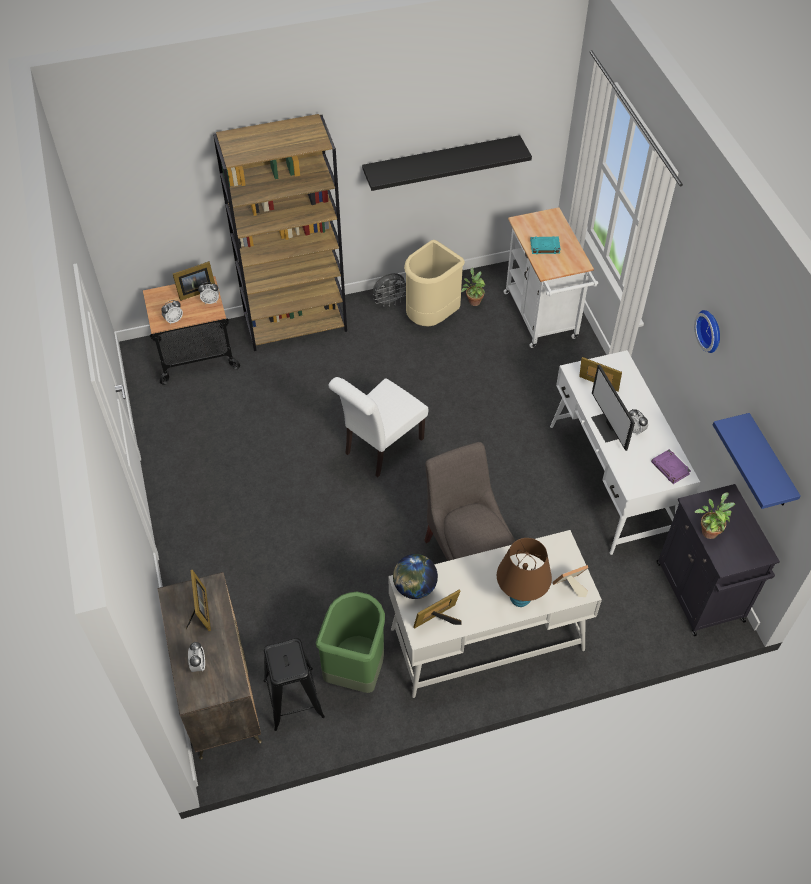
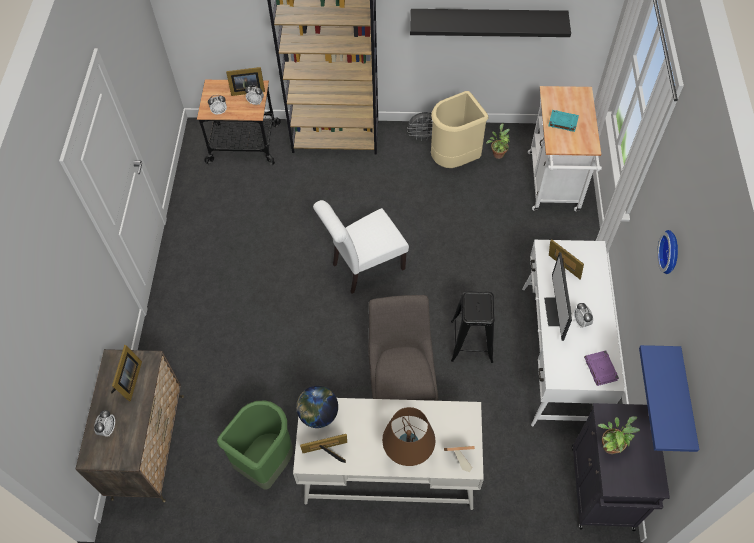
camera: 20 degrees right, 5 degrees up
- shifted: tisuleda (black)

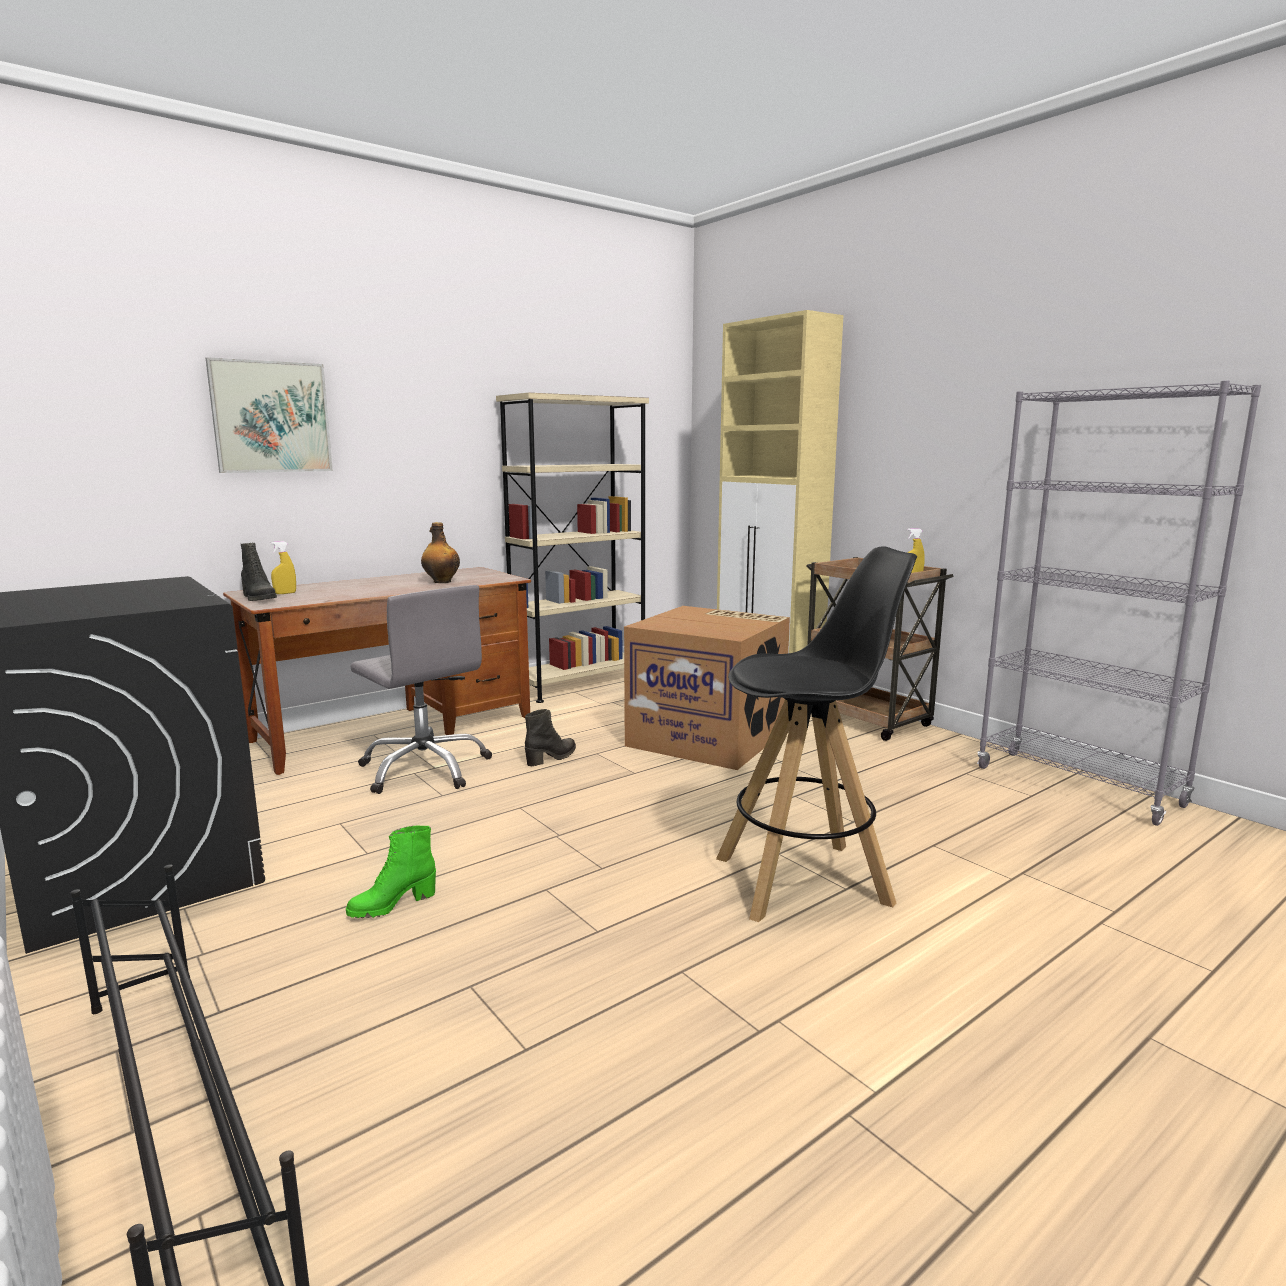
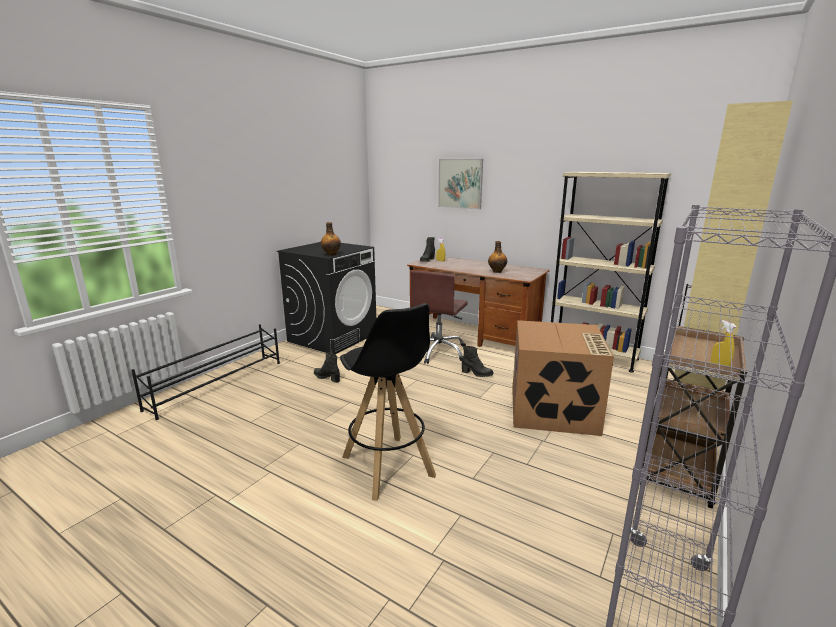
camera: 70 degrees right, 5 degrees up
- repainted: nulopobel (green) to nulopobel (black) (no. 1 from left)
- new: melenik (no. 1 from left)
- repainted: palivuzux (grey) to palivuzux (brown)

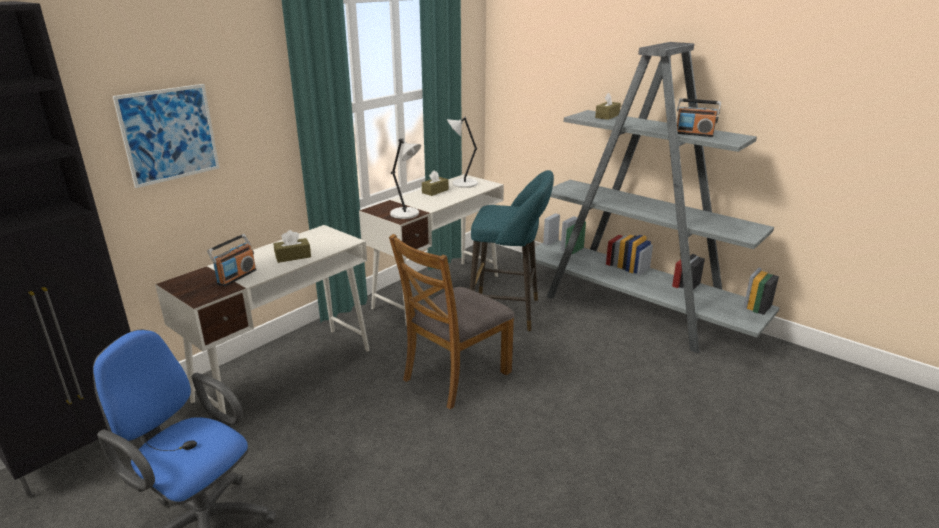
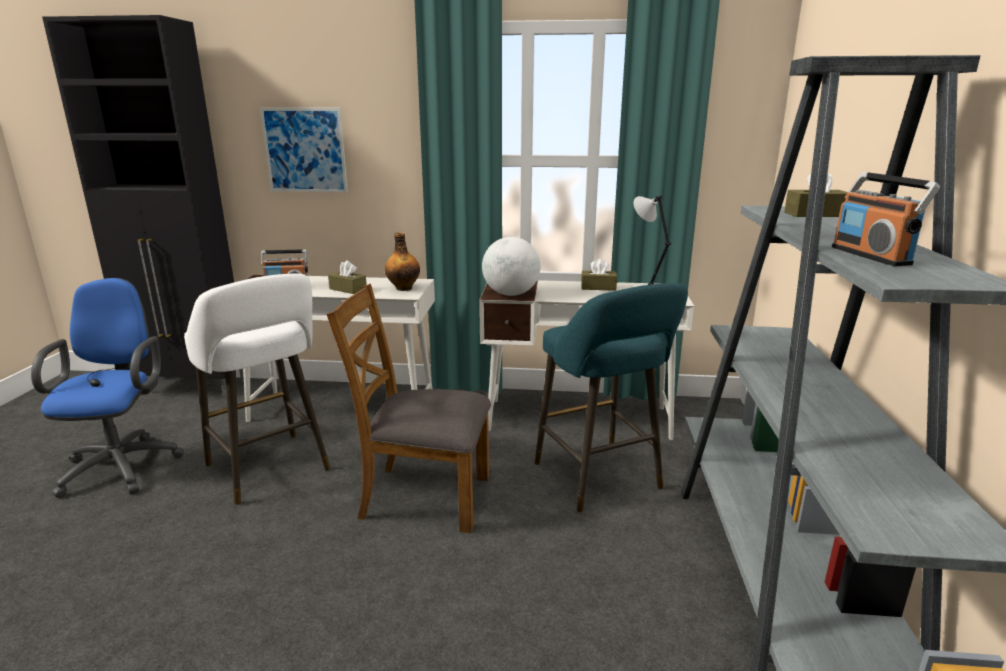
camera: 55 degrees right, 5 degrees down
- new: tisuleda (white)
- new: melenik
- swapped: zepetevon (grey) (no. 1 from left) to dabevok

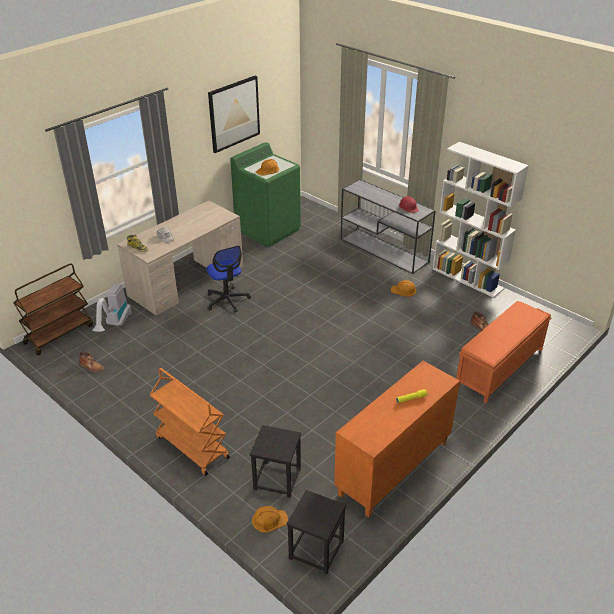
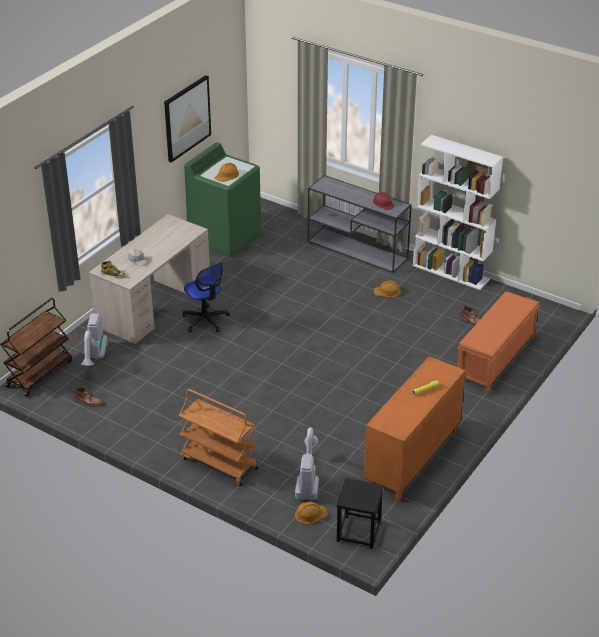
camera: 10 degrees left, 0 degrees up
- swapped: tisuleda (black) (no. 1 from left) to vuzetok (no. 2 from left)

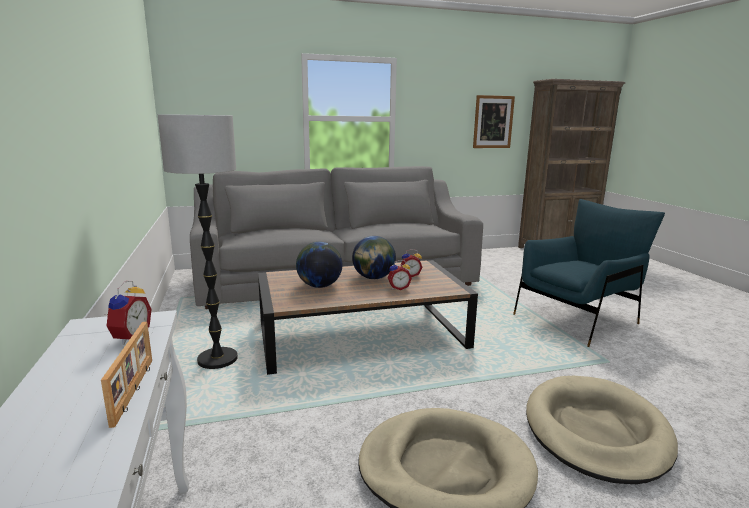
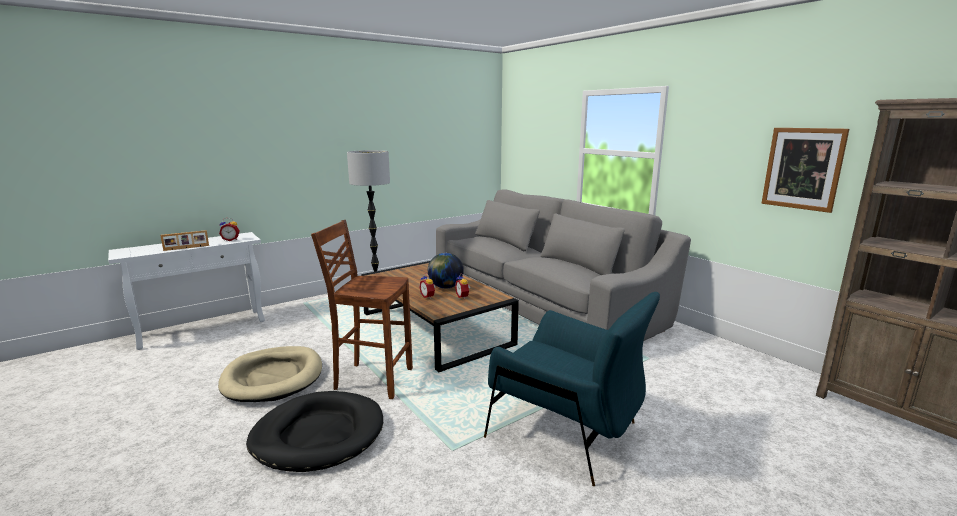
camera: 70 degrees right, 0 degrees up
- repainted: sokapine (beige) (no. 2 from left) to sokapine (black)
- new: tisuleda (brown)
- gone: dabevok (no. 1 from left)

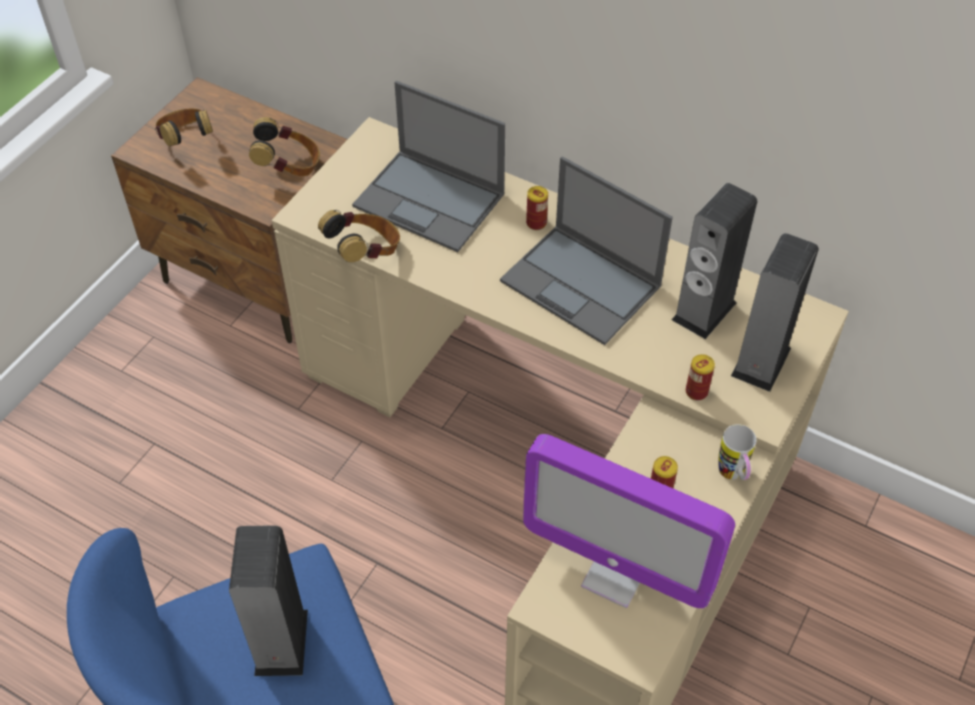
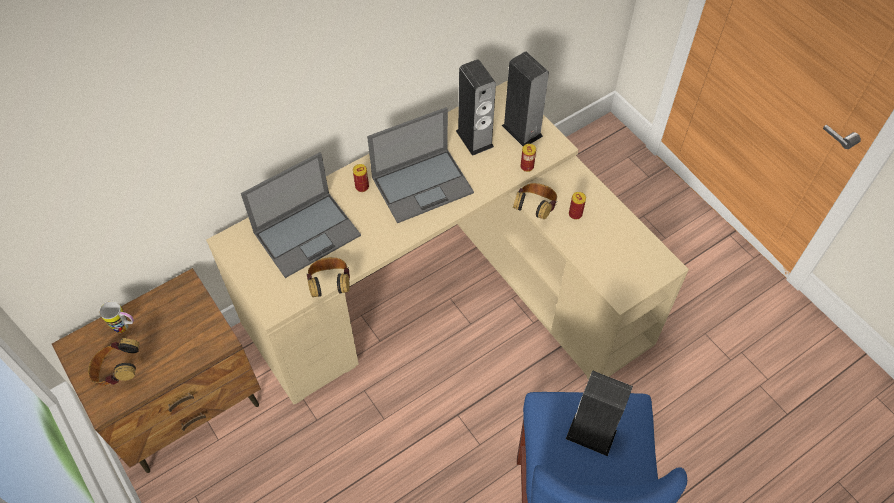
camera: 65 degrees left, 5 degrees up
- shifted: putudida
- shifted: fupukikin (no. 2 from left in the first image) to fupukikin (no. 3 from left)
- gone: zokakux

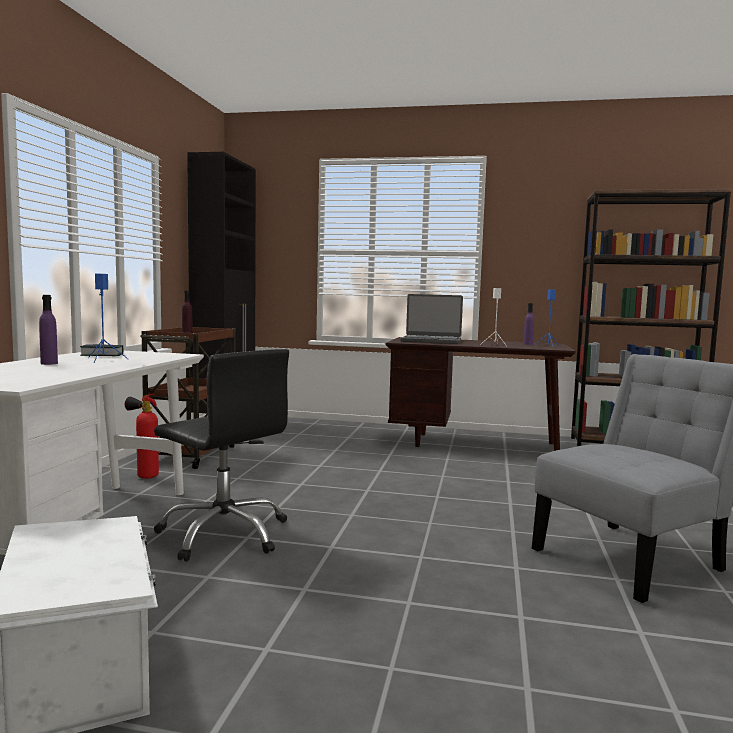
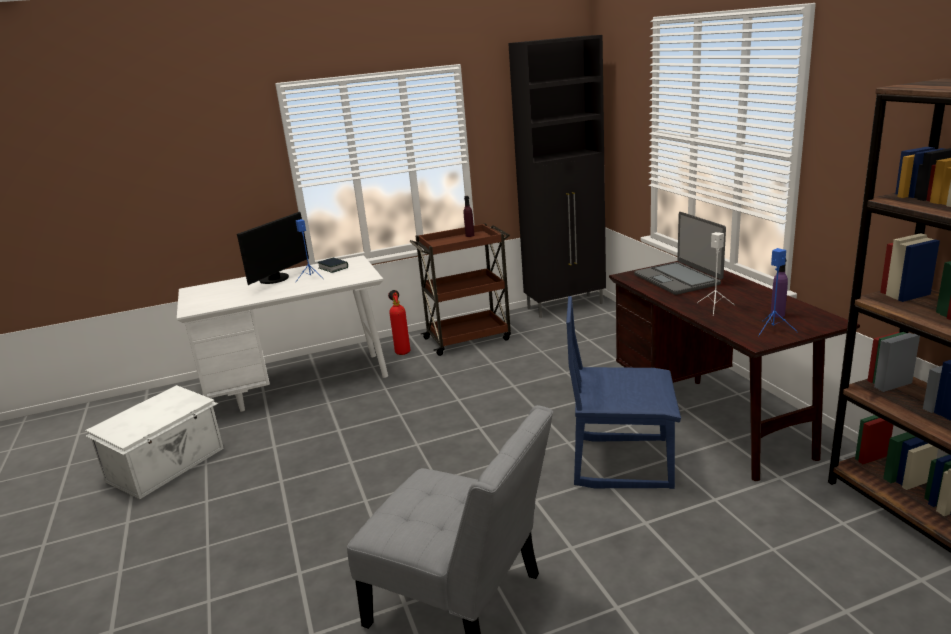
camera: 60 degrees right, 15 degrees up
- swapped: melenik (purple) (no. 1 from left) to zokakux
- new: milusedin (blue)
- gone: palivuzux (black)

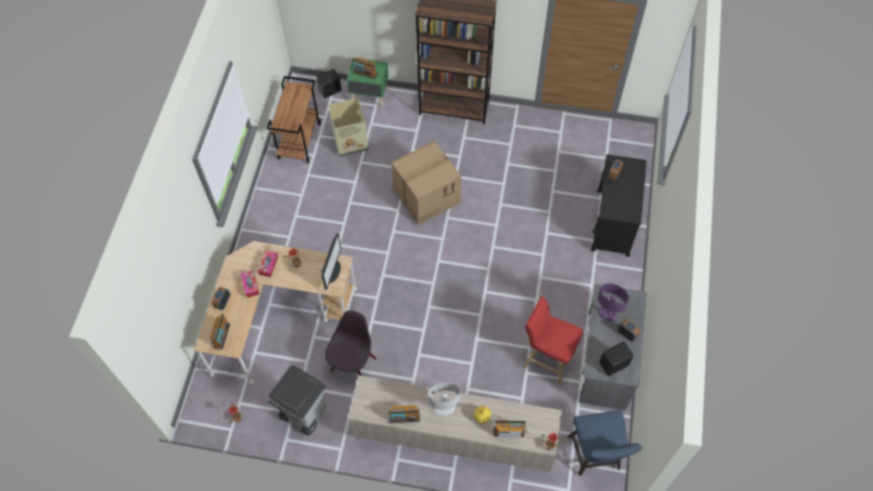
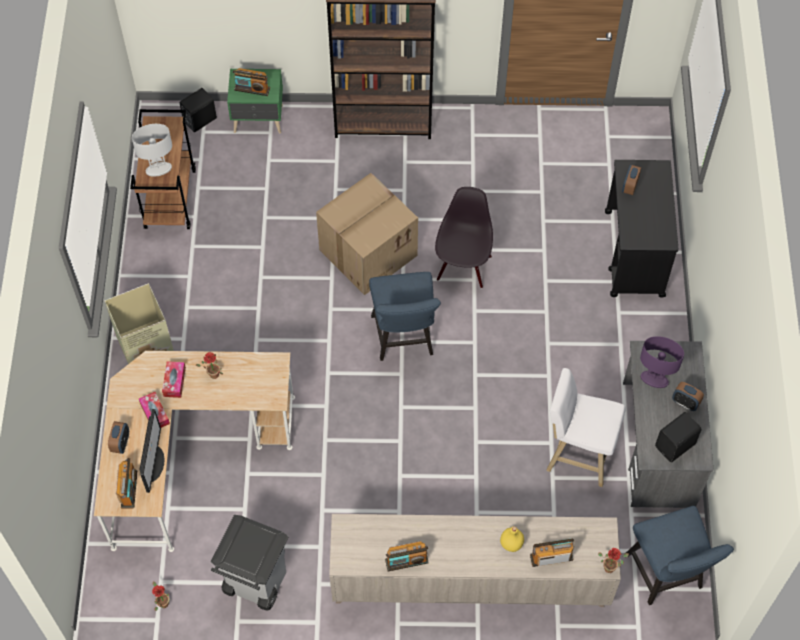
camera: 10 degrees left, 0 degrees up
- shifted: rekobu (no. 1 from left)
- shifted: zepetevon (white)
- shifted: zokakux
- new: milusedin (blue) (no. 1 from left)
- shifted: milusedin (black)
- repainted: tisuleda (red) to tisuleda (white)

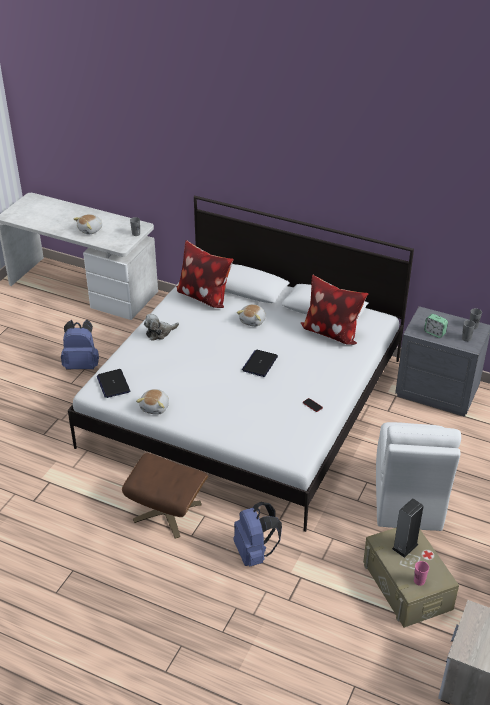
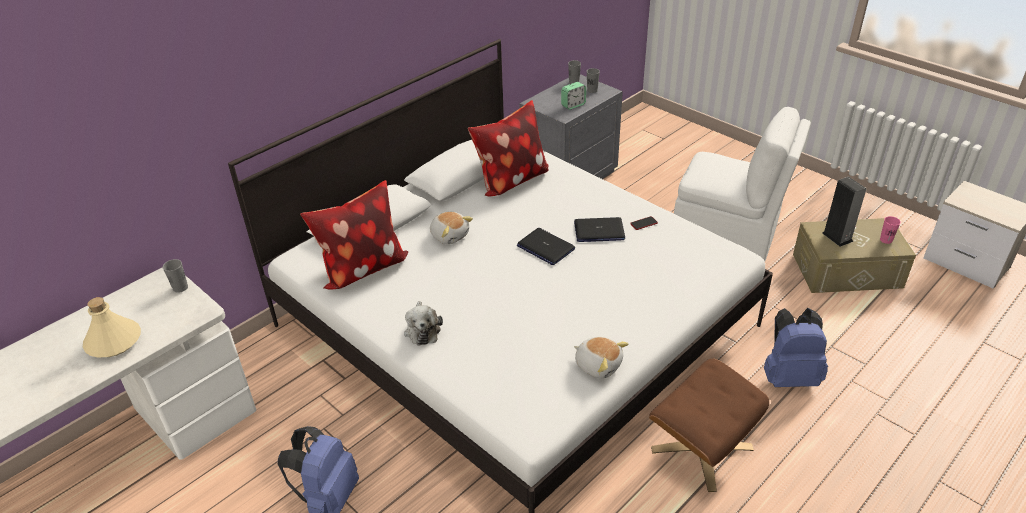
camera: 70 degrees left, 0 degrees up
- swapped: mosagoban (no. 1 from left) to melenik (beige)
- shifted: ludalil (no. 1 from left in the first image) to ludalil (no. 2 from left)

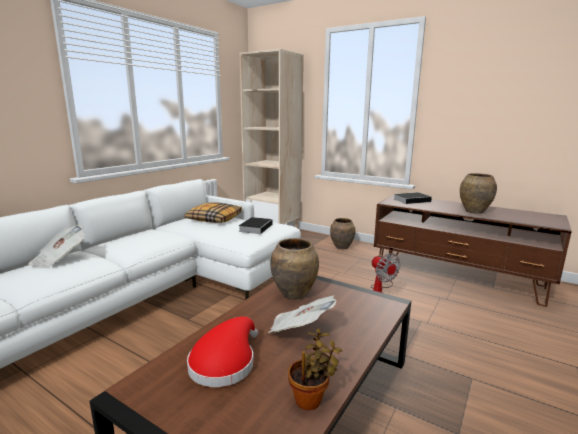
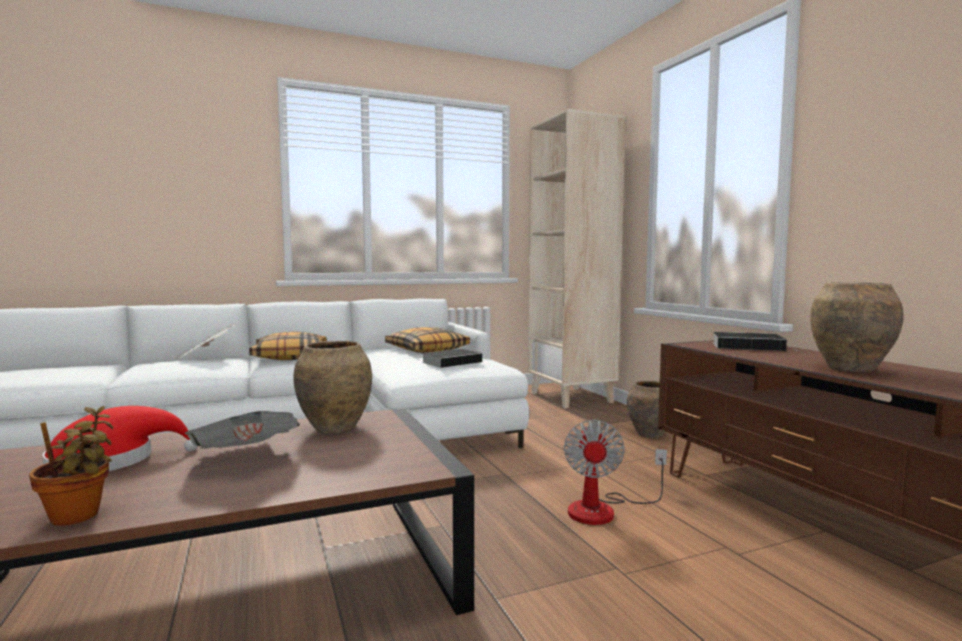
camera: 35 degrees right, 10 degrees down
- new: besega (no. 1 from left)

